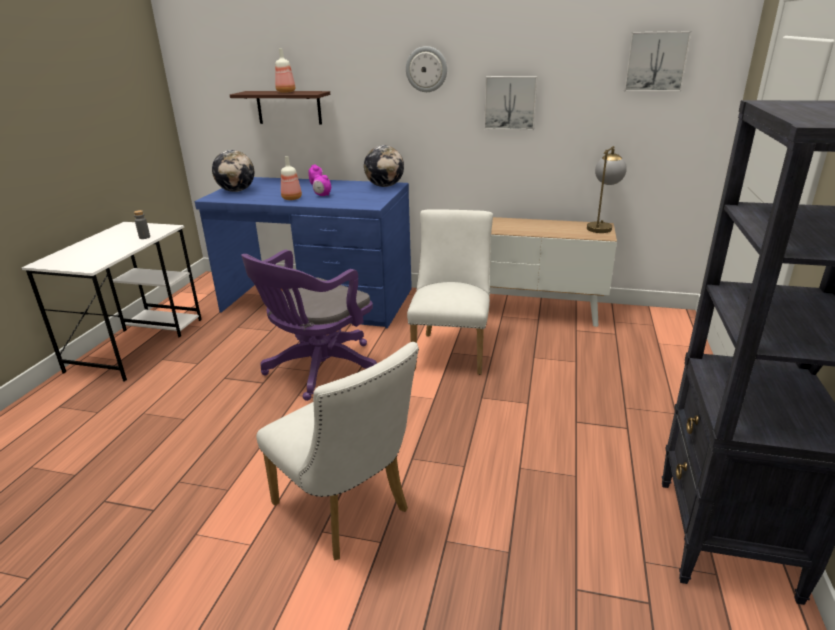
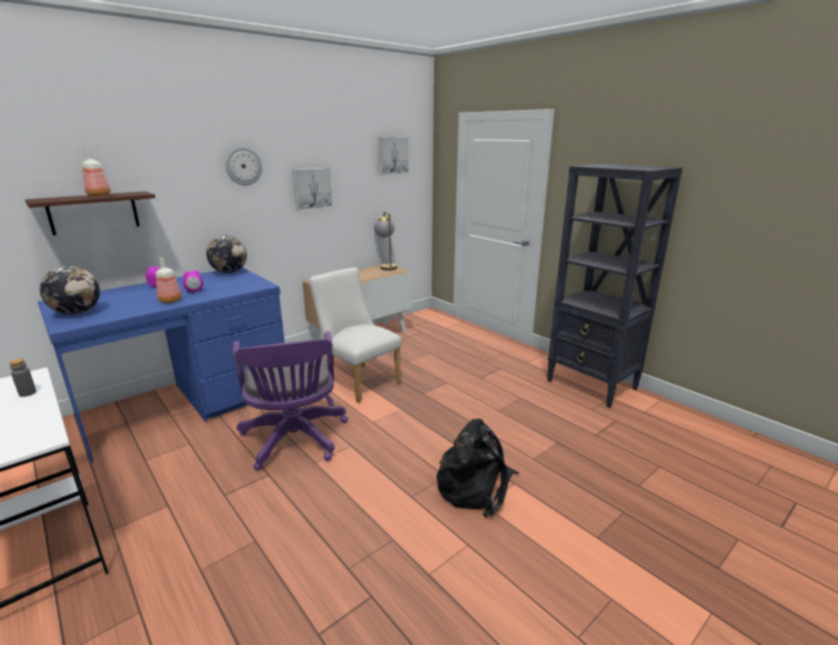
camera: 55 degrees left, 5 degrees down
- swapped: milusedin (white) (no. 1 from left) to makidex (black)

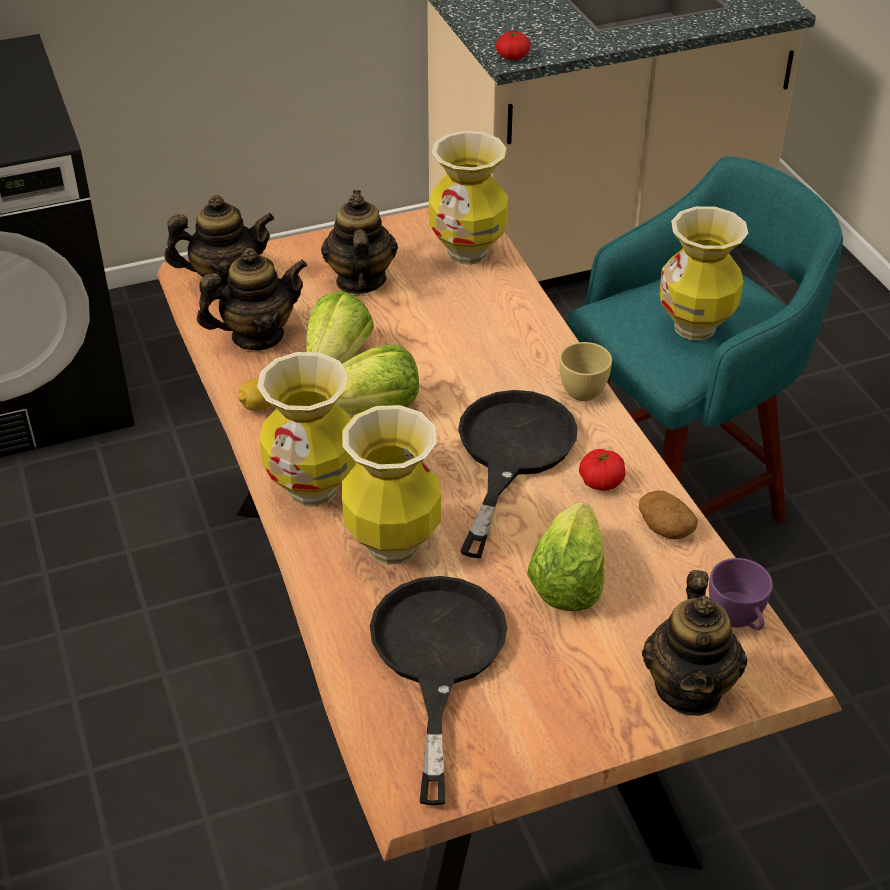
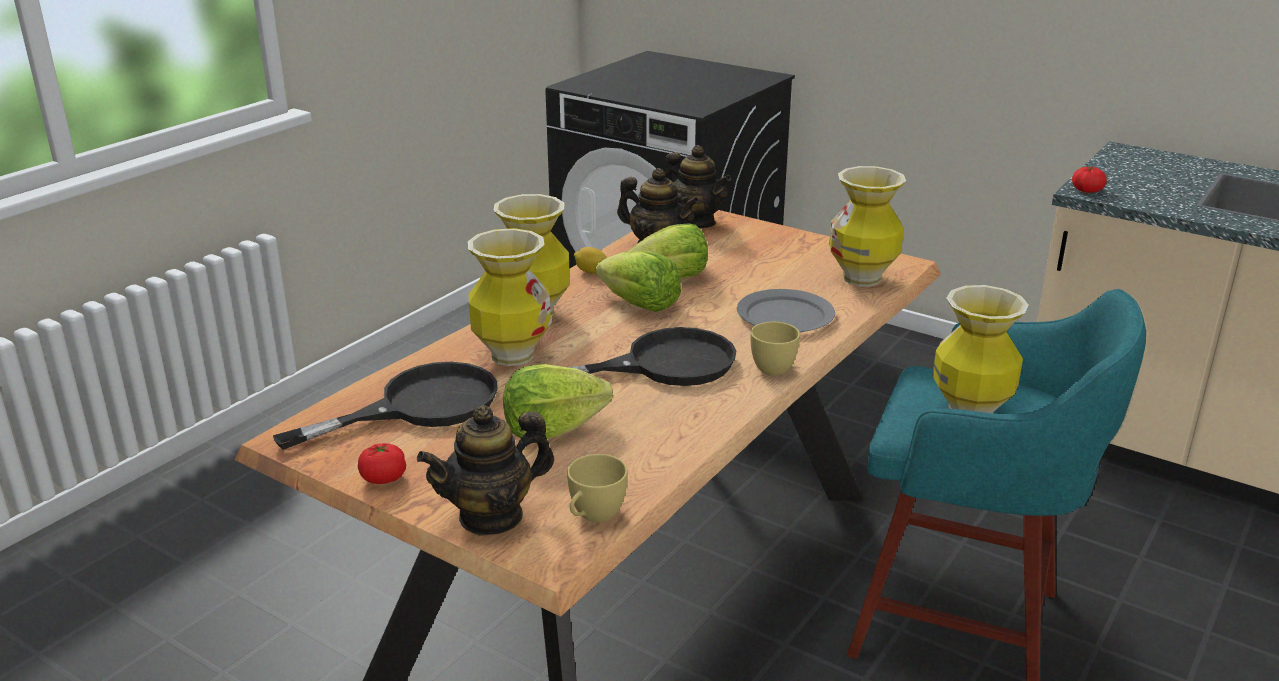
camera: 55 degrees right, 15 degrees down
- shifted: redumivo (no. 2 from left in the first image) to redumivo (no. 1 from left)
- repainted: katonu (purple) to katonu (yellow) (no. 1 from left)
- new: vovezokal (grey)
- gone: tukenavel (no. 3 from left)
- gone: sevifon

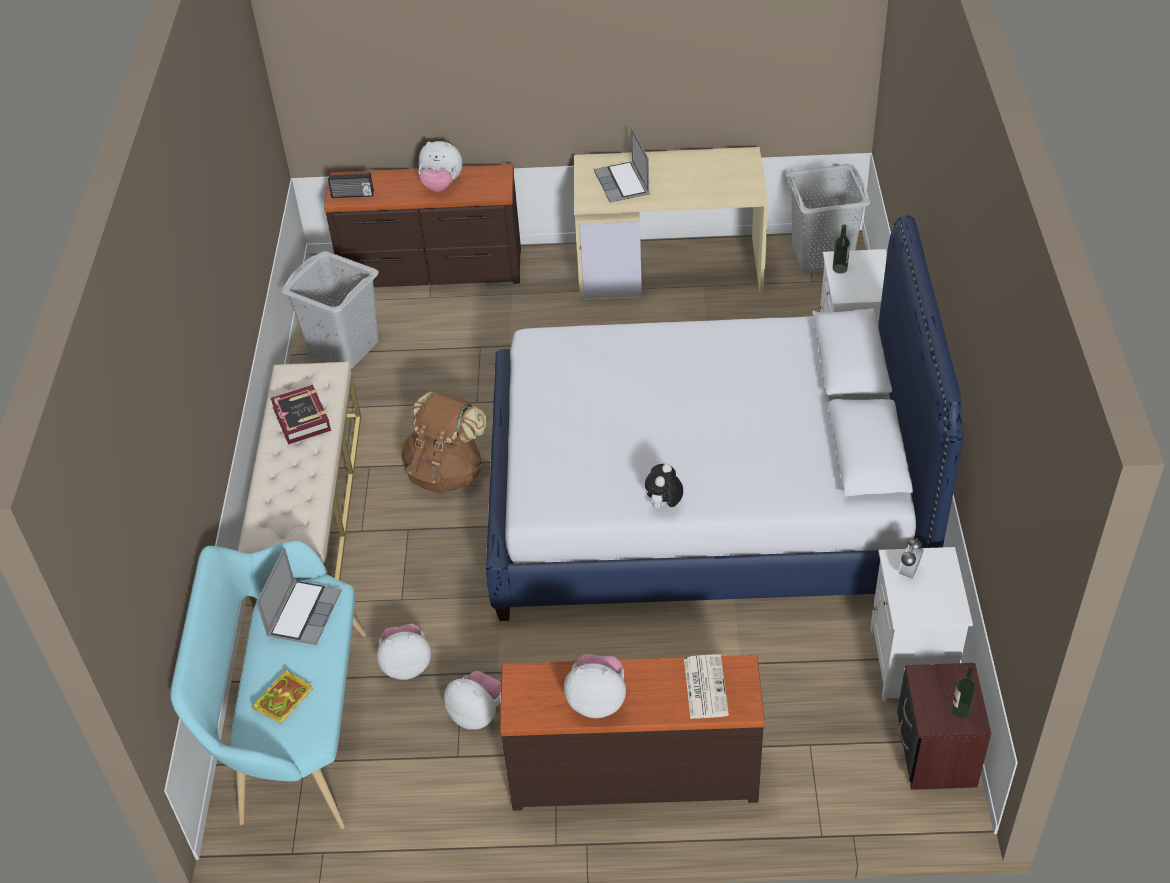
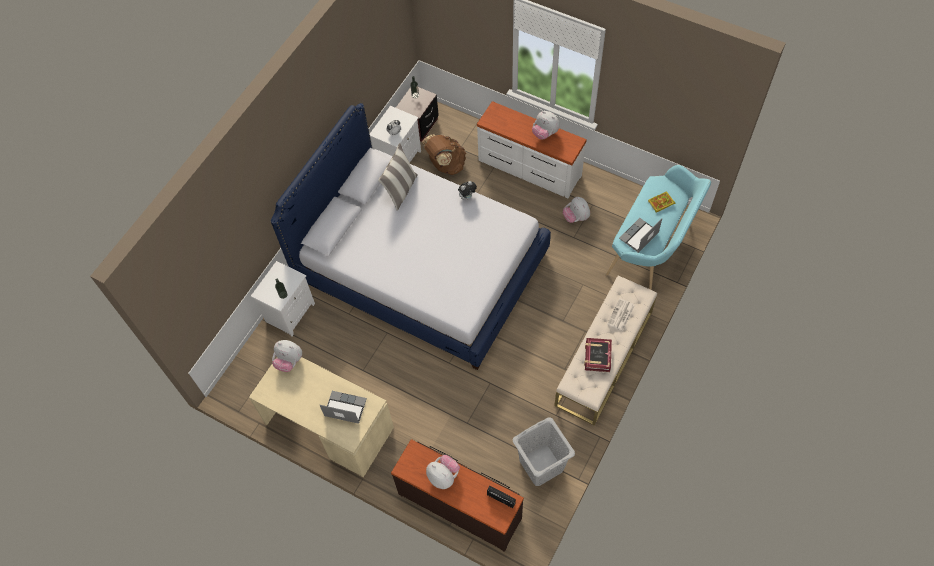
camera: 150 degrees left, 15 degrees up
- shifted: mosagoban (no. 1 from left)
- rotated: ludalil (no. 2 from left in the first image) 90 degrees counterclockwise
- new: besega
- shifted: makidex (brown)
- repainted: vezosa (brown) (no. 2 from left) to vezosa (white)
- shifted: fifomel
- gone: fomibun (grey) (no. 2 from left)

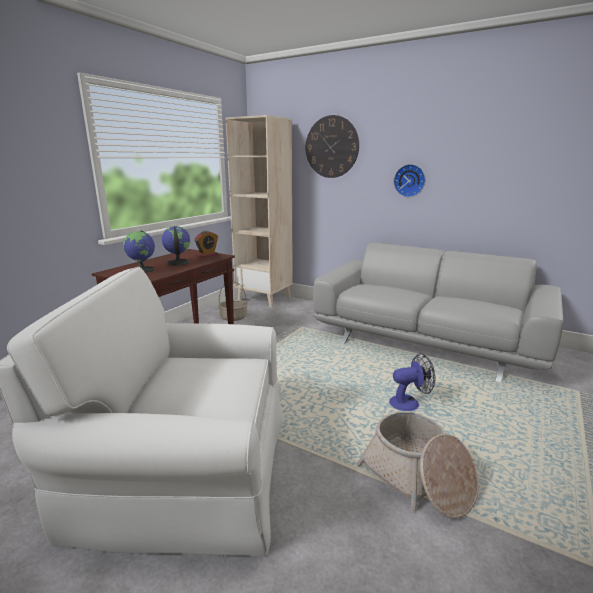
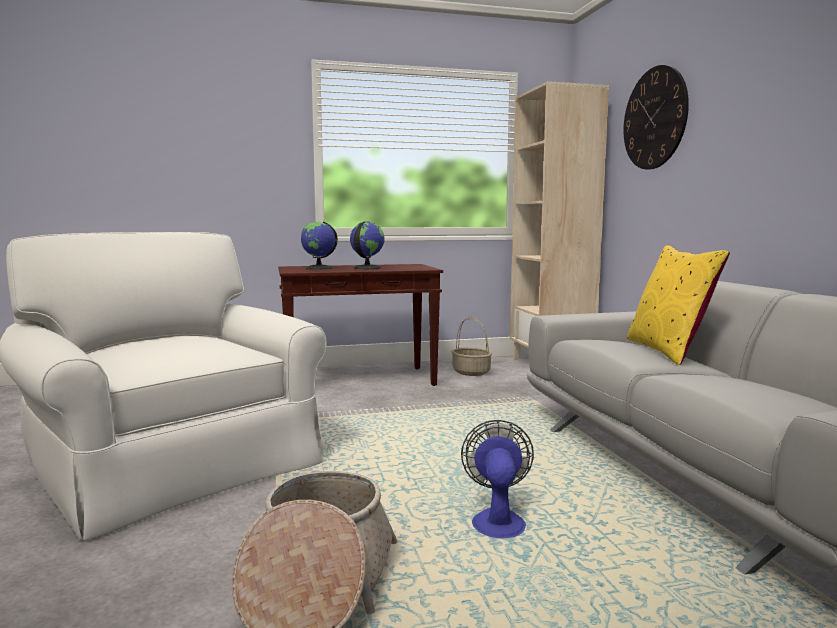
camera: 45 degrees right, 10 degrees down
- rotated: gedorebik 120 degrees counterclockwise
- new: besega (yellow)
- gone: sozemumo
- gone: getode (no. 2 from left)

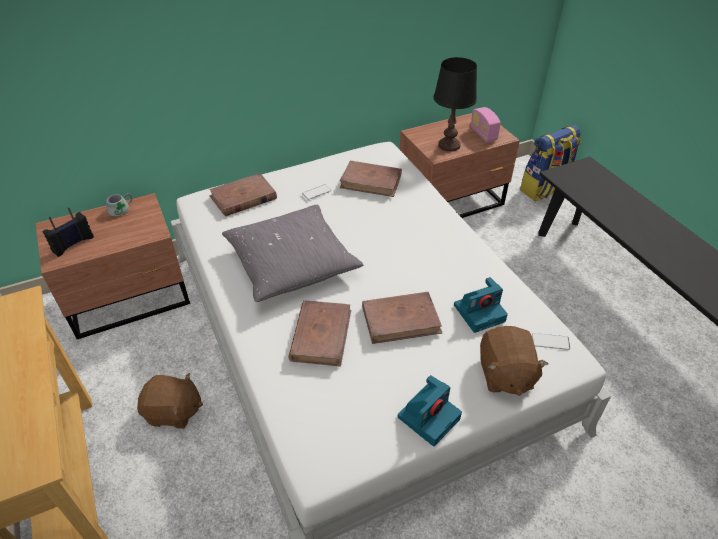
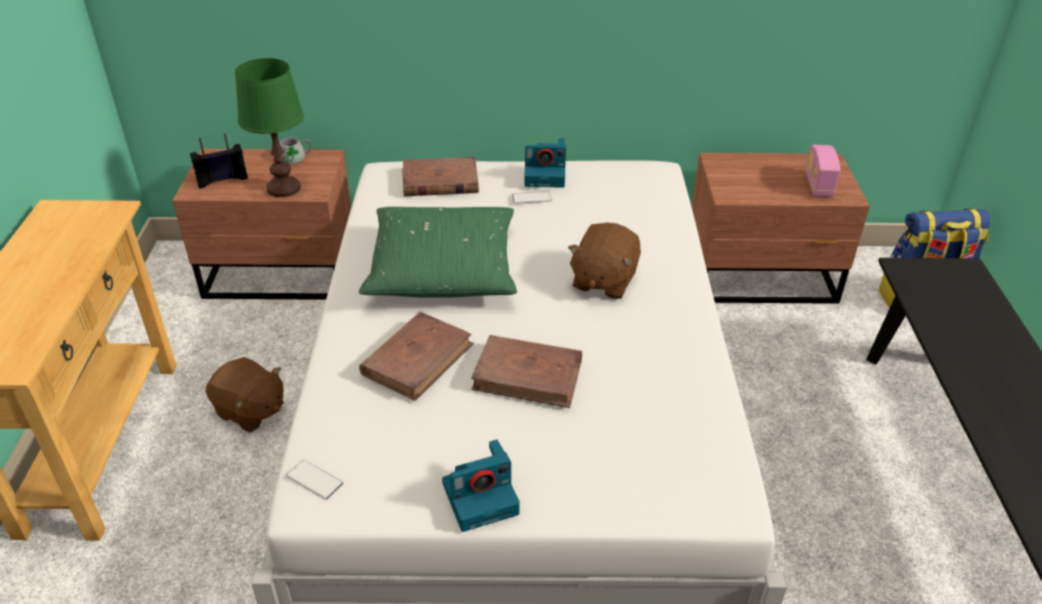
camera: 25 degrees right, 5 degrees down
- new: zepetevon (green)
- shifted: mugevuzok (no. 2 from left in the first image) to mugevuzok (no. 1 from left)
- repainted: besega (grey) to besega (green)
- shifted: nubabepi (no. 2 from left)
- shifted: mosagoban (brown) (no. 2 from left)
- gone: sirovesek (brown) (no. 3 from left)
- gone: zepetevon (black)

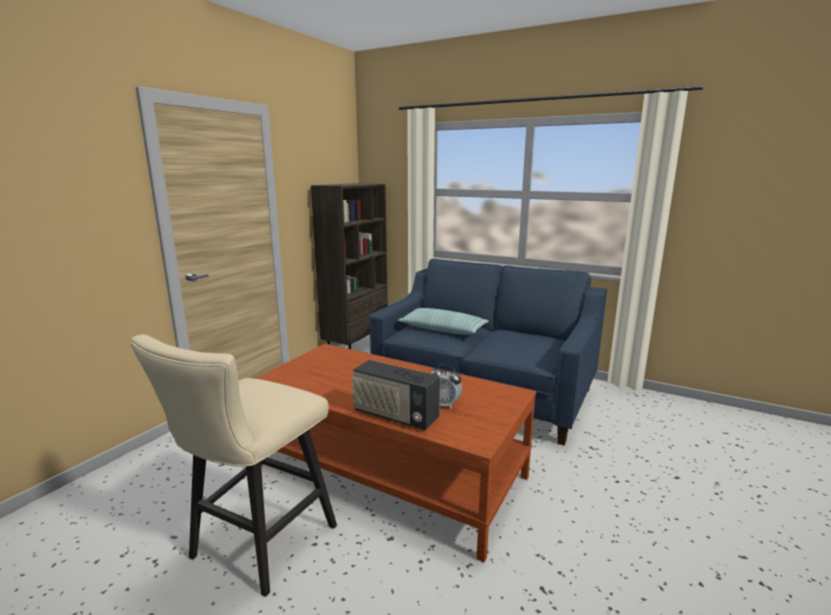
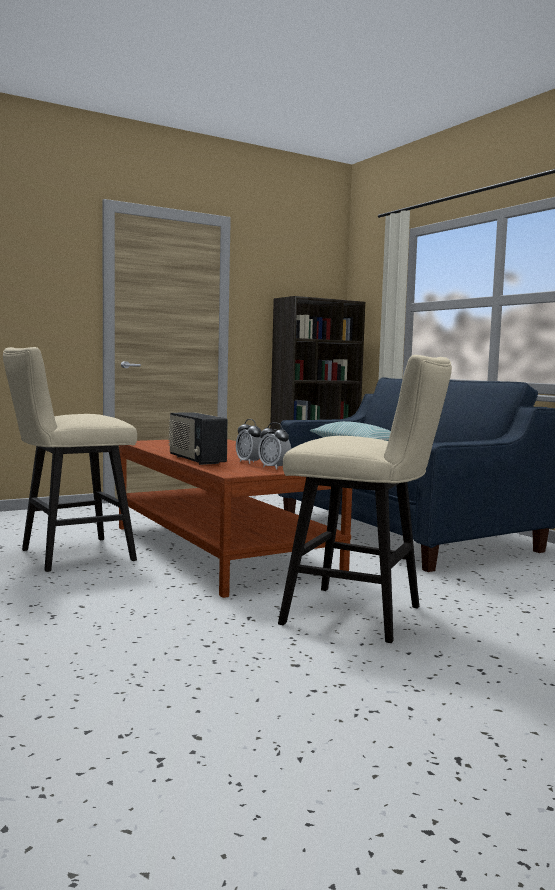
camera: 30 degrees right, 10 degrees down
- new: sozemumo (no. 2 from left)
- new: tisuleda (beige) (no. 2 from left)

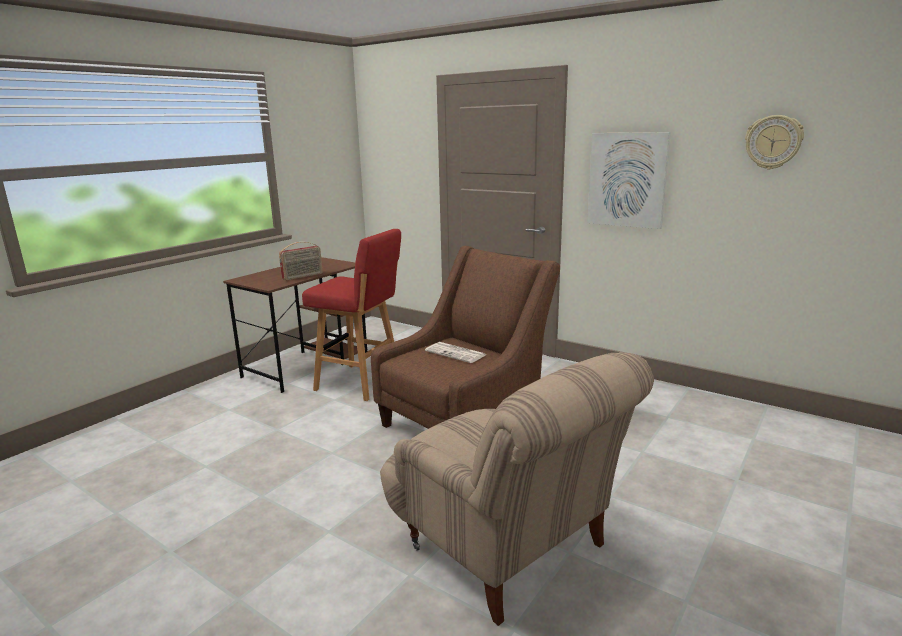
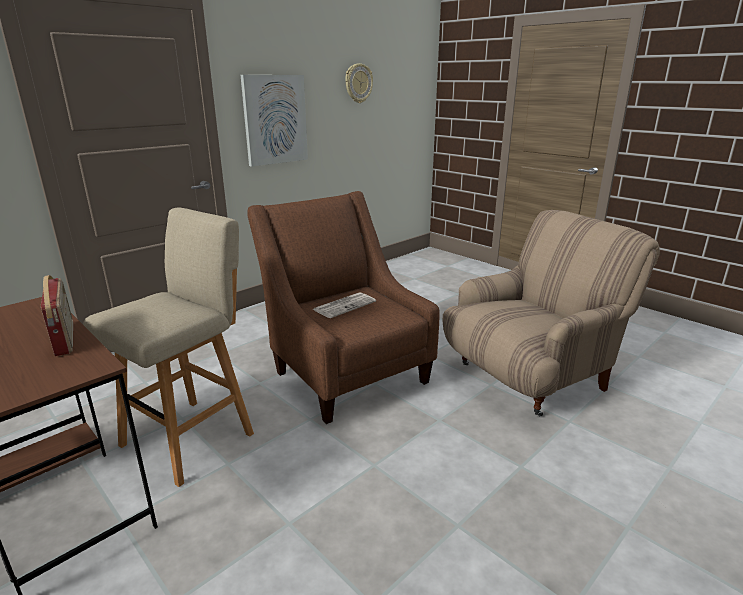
camera: 80 degrees left, 5 degrees up
- repainted: tisuleda (red) to tisuleda (beige)

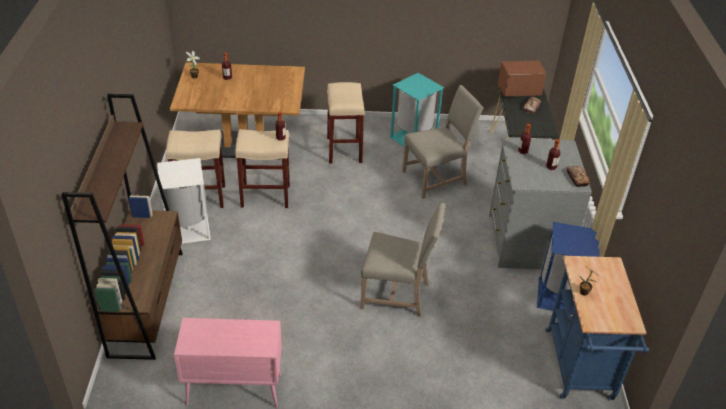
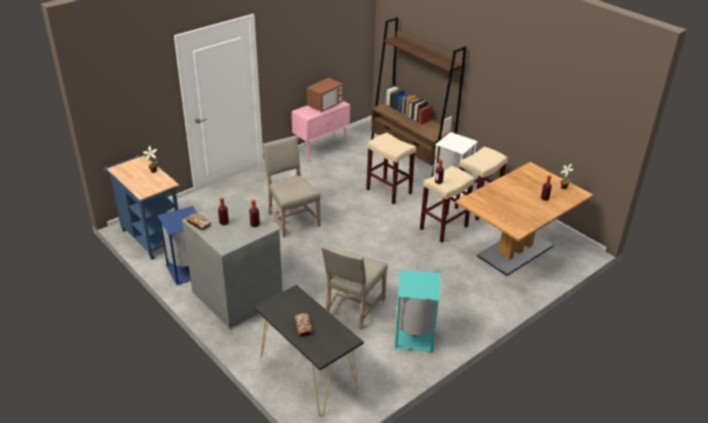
camera: 140 degrees right, 5 degrees down
- rotated: milusedin (beige) (no. 1 from left) 90 degrees clockwise
- shifted: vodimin
- shifted: tisuleda (beige) (no. 3 from left in the first image) to tisuleda (beige) (no. 1 from left)

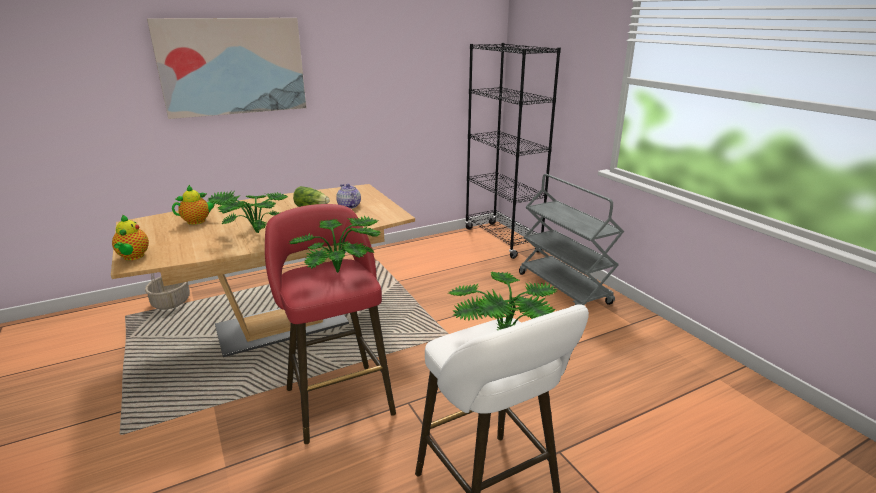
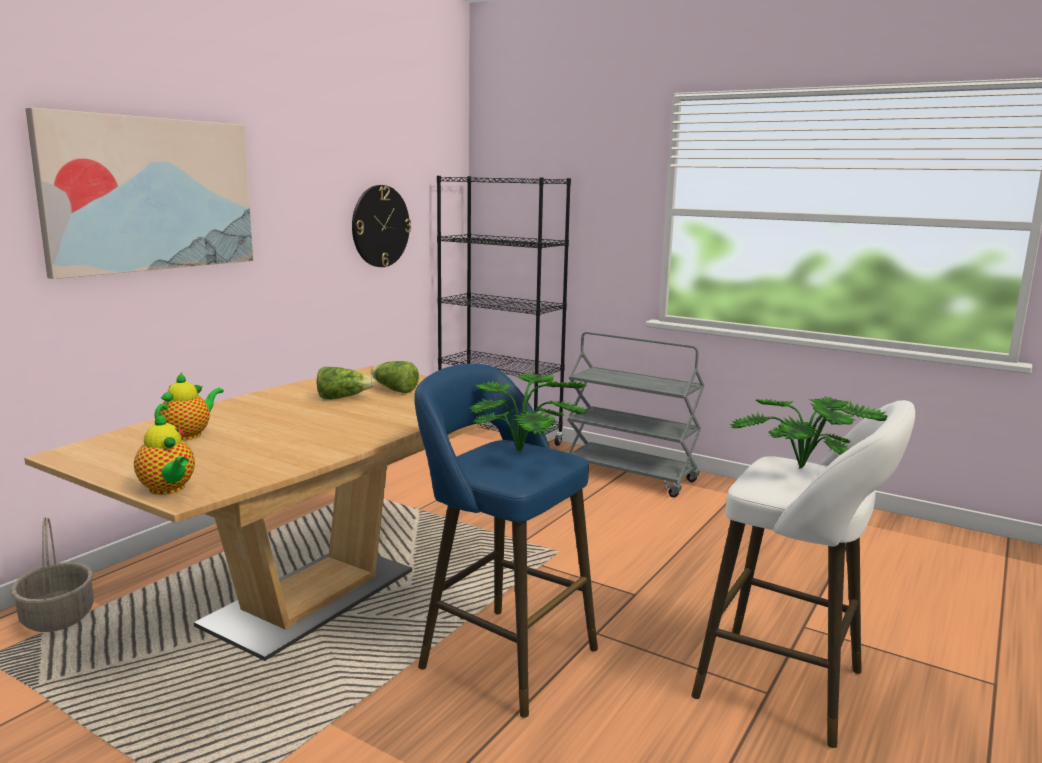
camera: 30 degrees left, 10 degrees down
- new: getode
- swapped: tukenavel (no. 3 from left) to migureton (no. 2 from left)
- repainted: tisuleda (red) to tisuleda (blue)
- gone: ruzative (no. 1 from left)

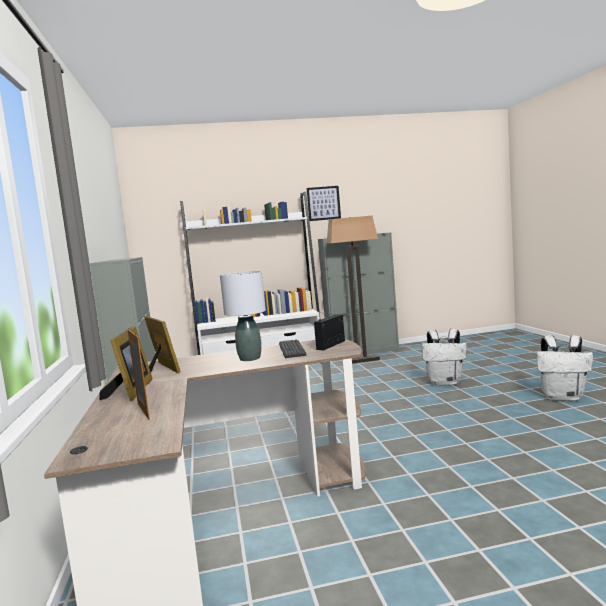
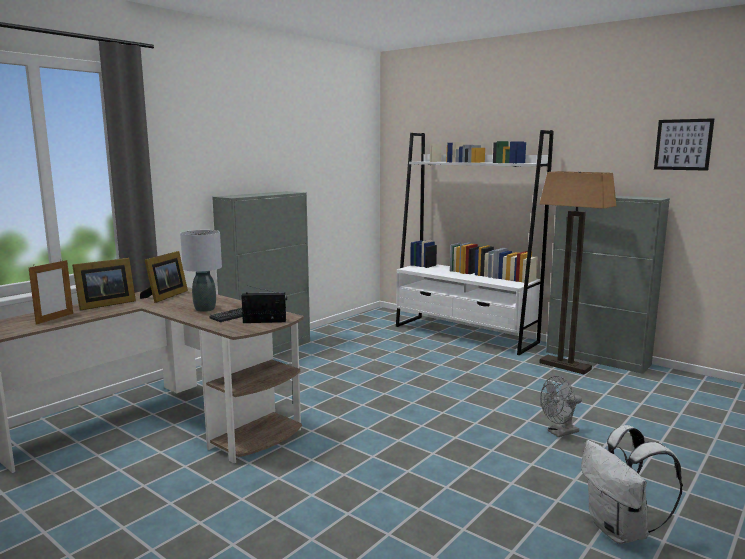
camera: 50 degrees right, 5 degrees up
- swapped: makidex (white) (no. 1 from left) to gedorebik (grey)
- shifted: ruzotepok

